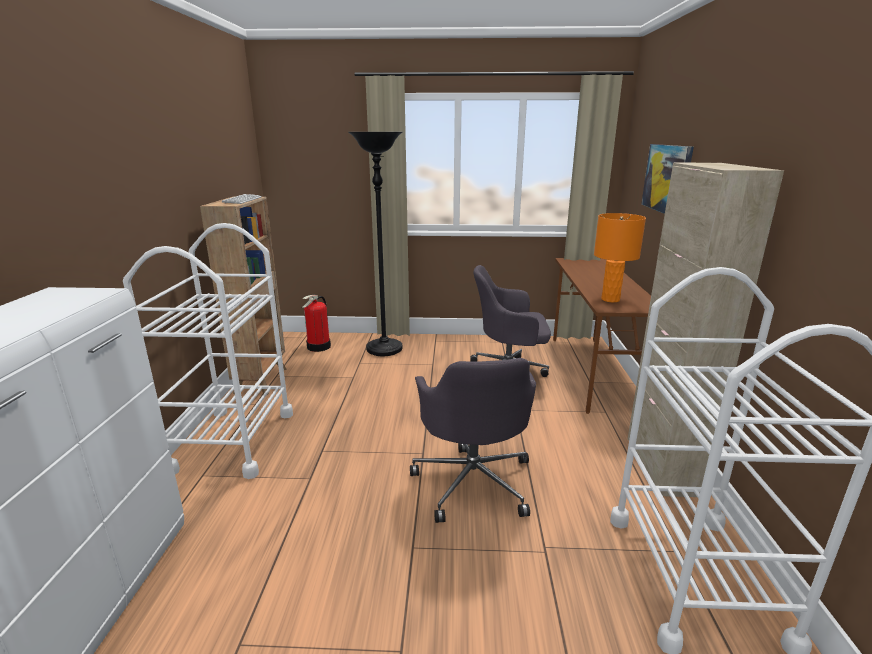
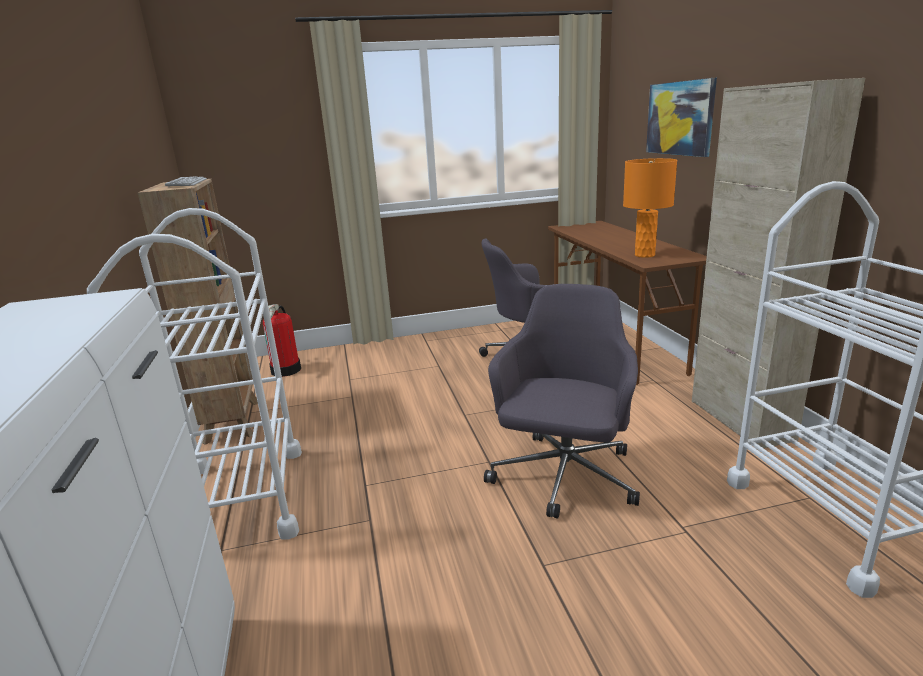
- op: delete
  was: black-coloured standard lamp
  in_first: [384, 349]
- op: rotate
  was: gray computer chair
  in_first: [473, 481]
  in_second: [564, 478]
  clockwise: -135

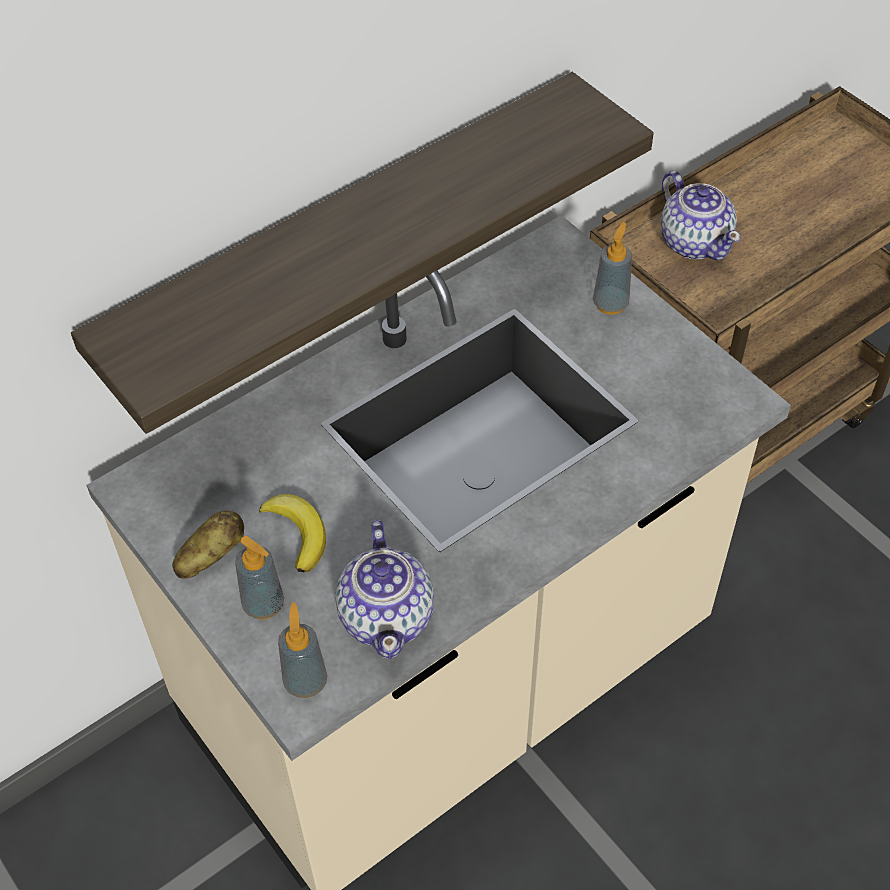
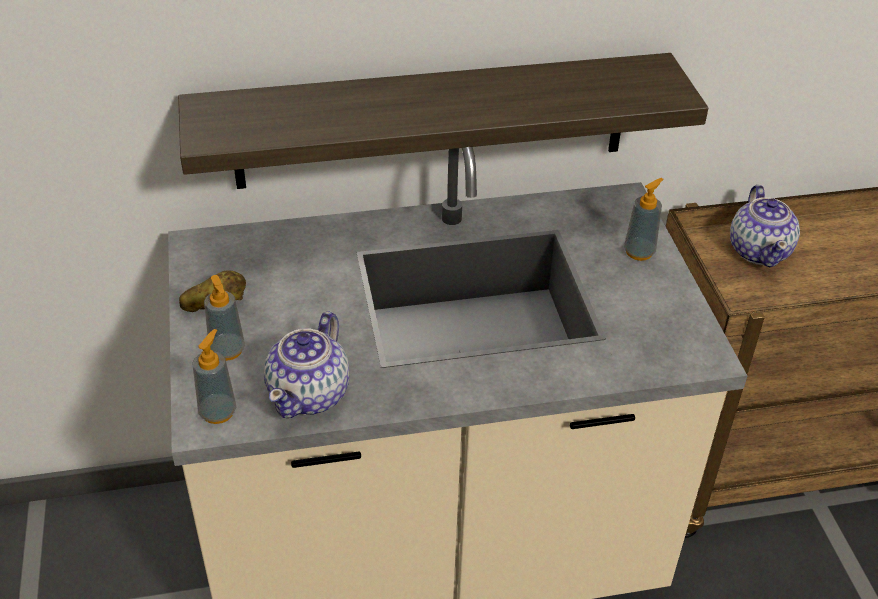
- op: delete
  was: whole banana
  in_first: [297, 533]

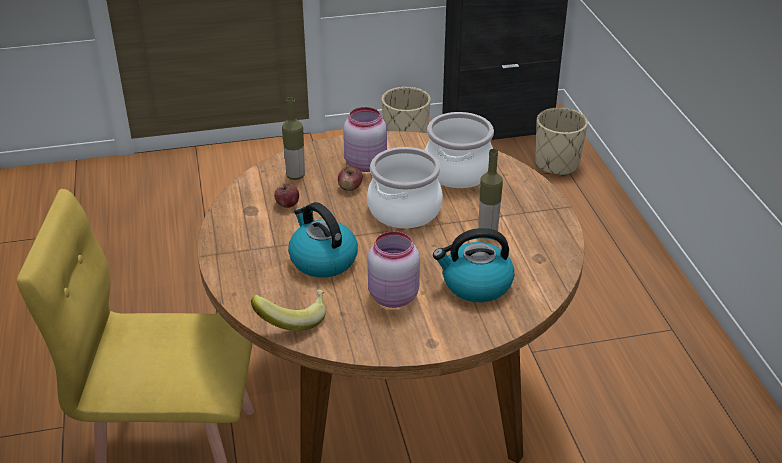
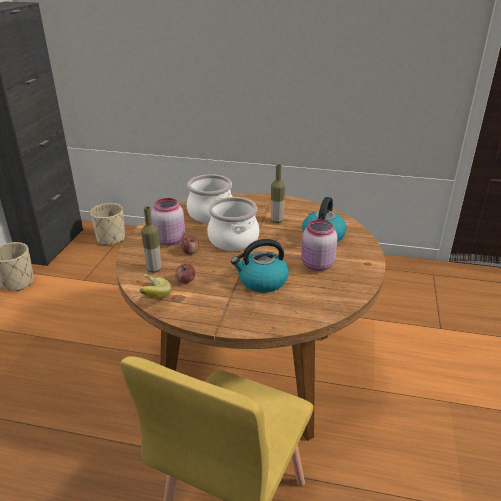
- op: move
  was: whole banana
  in_first: [292, 318]
  in_second: [151, 296]

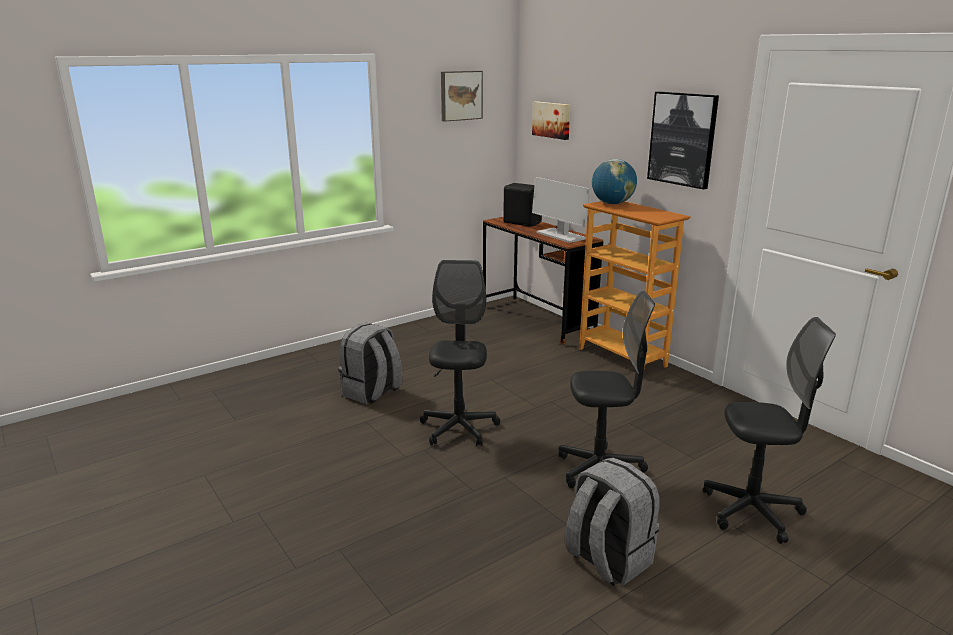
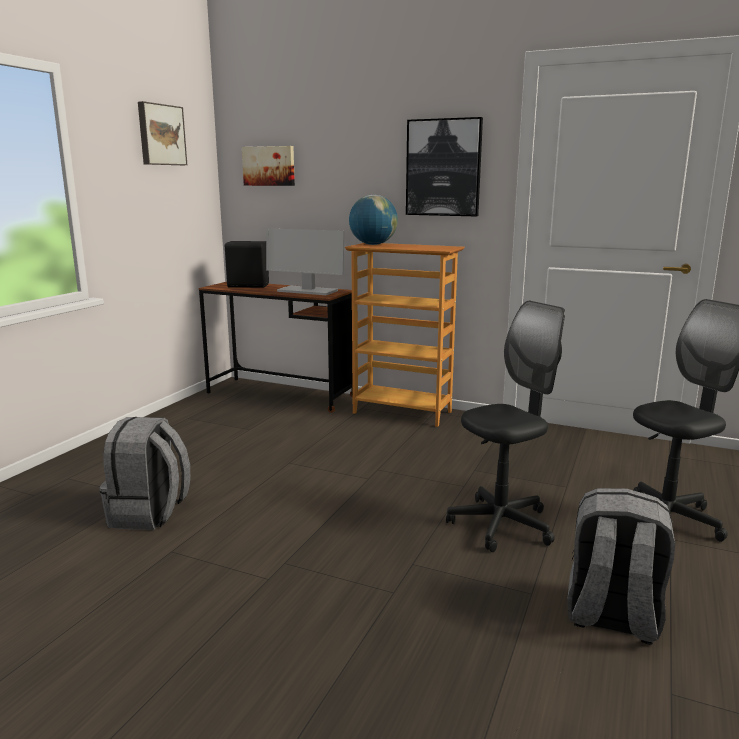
- op: delete
  was: black-coloured computer chair
  in_first: [459, 428]

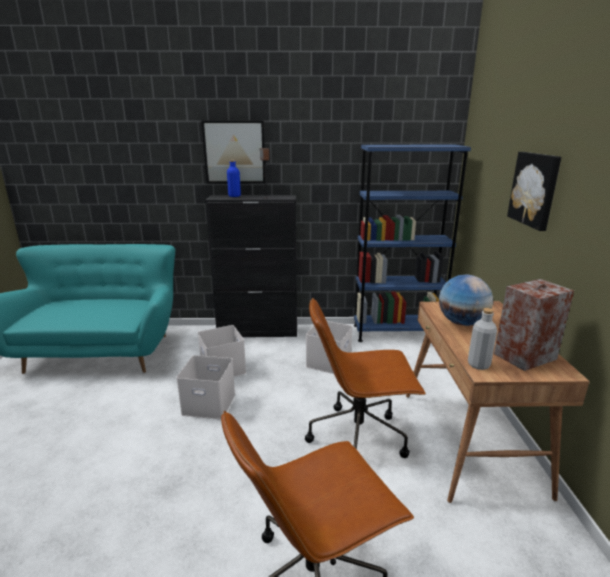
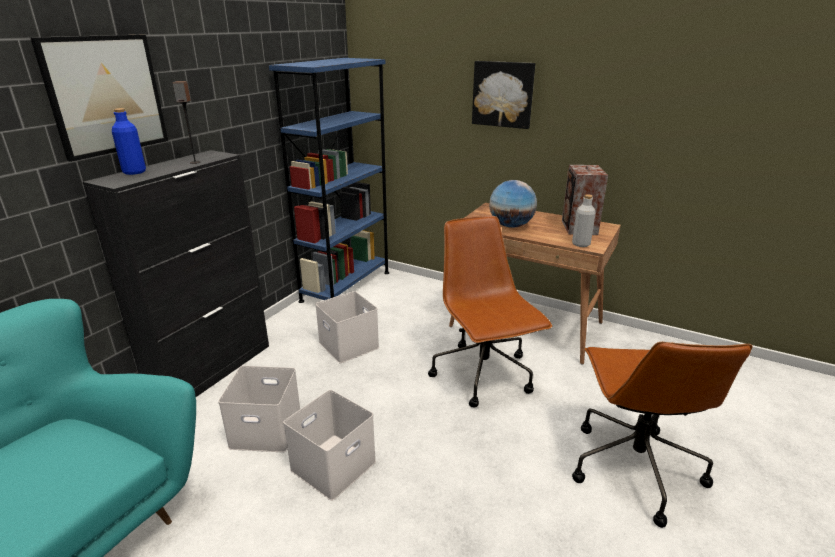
- op: rotate
  was: brown-coloured computer chair
  in_first: [359, 438]
  in_second: [483, 375]
  clockwise: 135

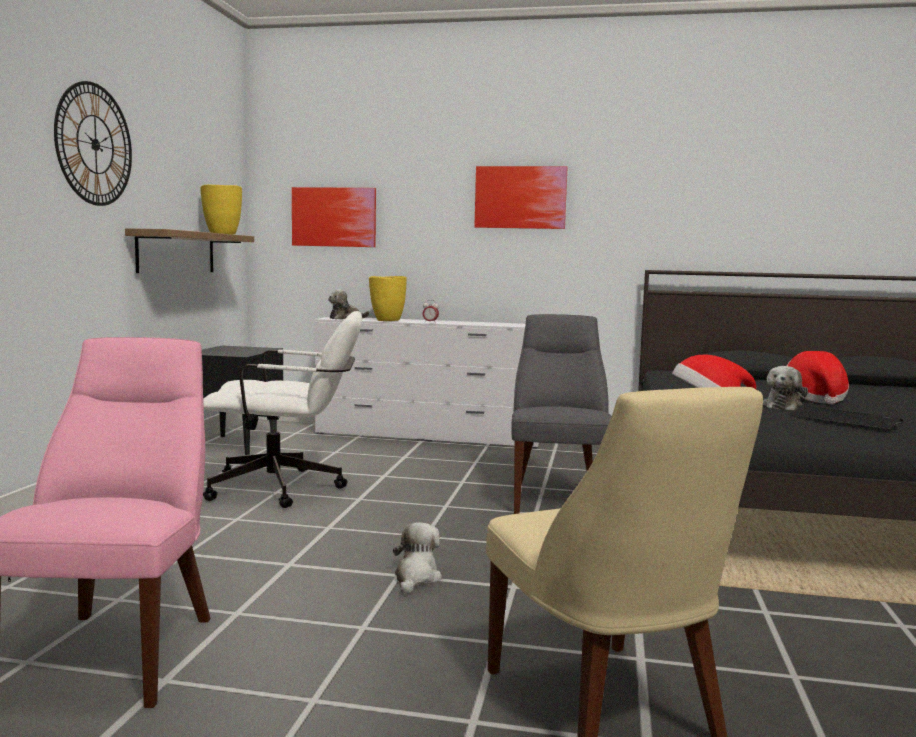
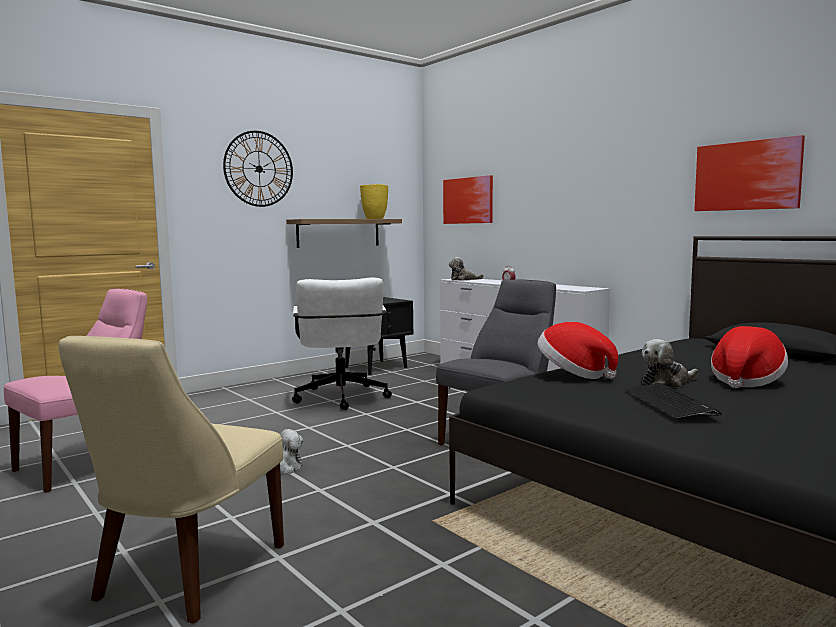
- op: delete
  was: yellowish decorative vase
  in_first: [387, 320]
- op: move
  was: wall art
  in_first: [520, 197]
  in_second: [747, 176]
- op: rotate
  was: white computer chair
  in_first: [288, 489]
  in_second: [341, 400]
  clockwise: 45

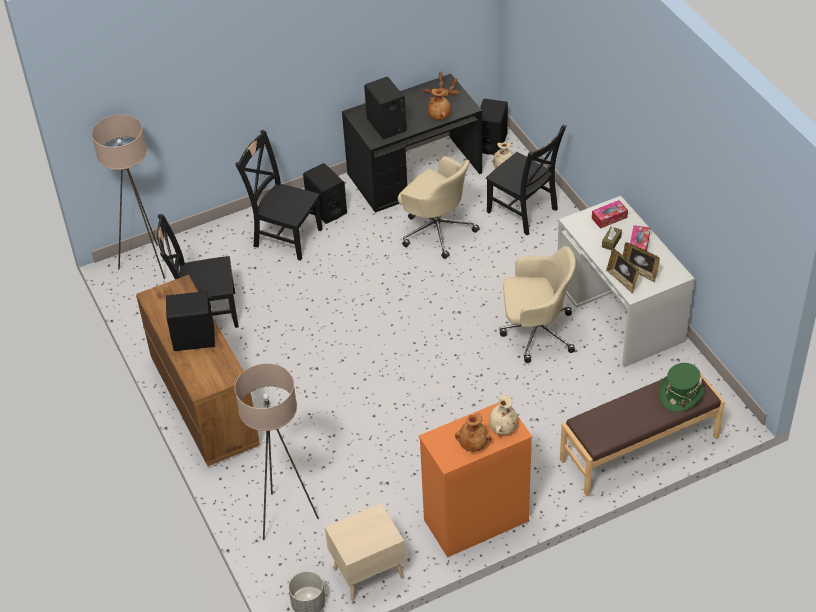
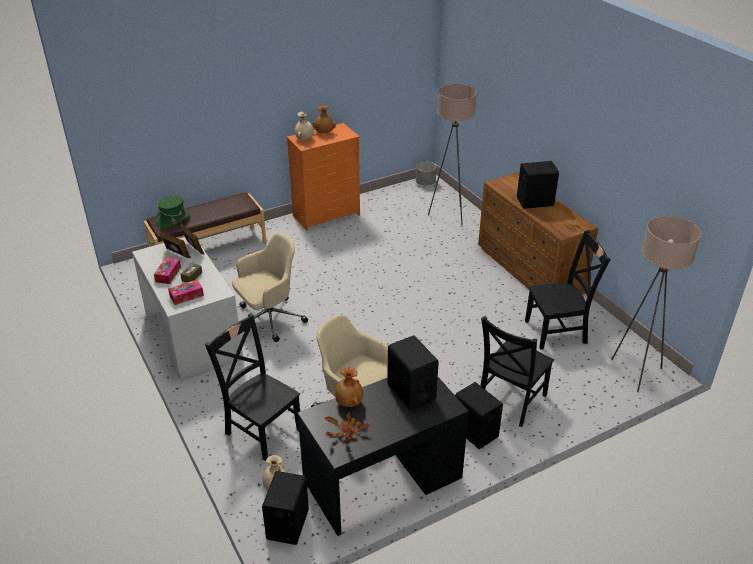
- op: delete
  was: beige-coloured night table
  in_first: [367, 572]
- op: rotate
  was: black-coloured plain chair
  in_first: [285, 236]
  in_second: [510, 401]
  clockwise: 105
- op: rotate
  was: beige-coloured computer chair
  in_first: [536, 332]
  in_second: [269, 319]
  clockwise: 150

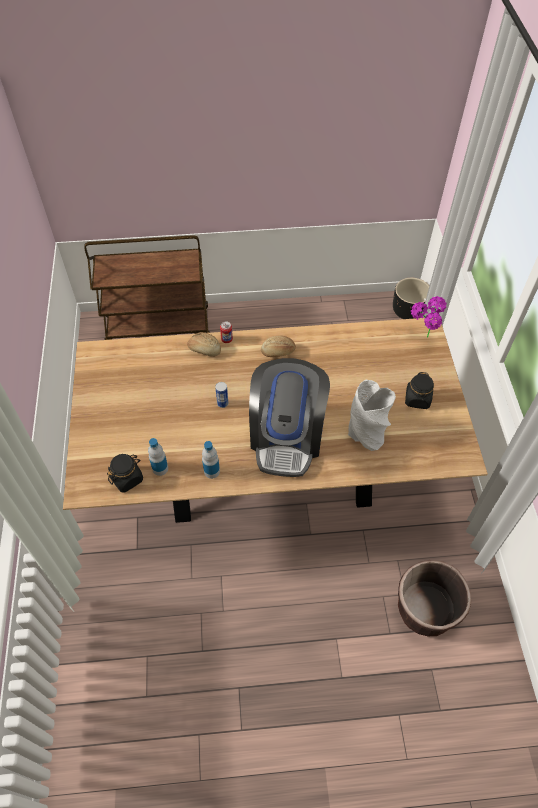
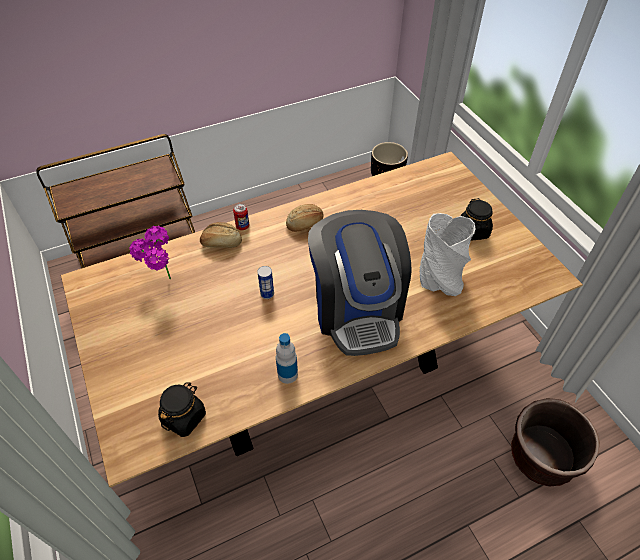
- op: delete
  was: drink bottle
  in_first: [160, 468]
- op: move
  was: potted plant
  in_first: [422, 340]
  in_second: [163, 284]

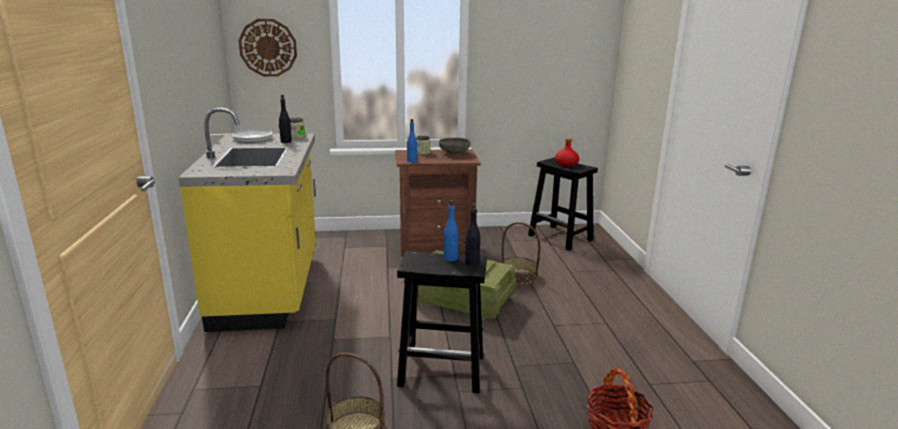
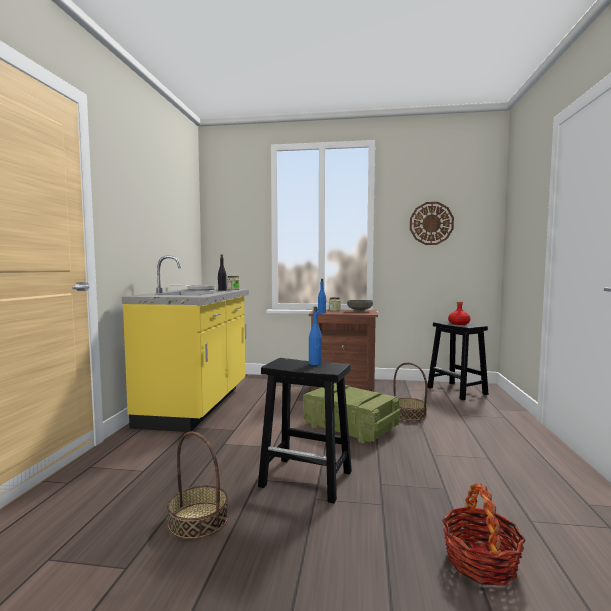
- op: delete
  was: black-coloured drink bottle
  in_first: [471, 263]
- op: move
  was: wall clock
  in_first: [268, 47]
  in_second: [431, 223]

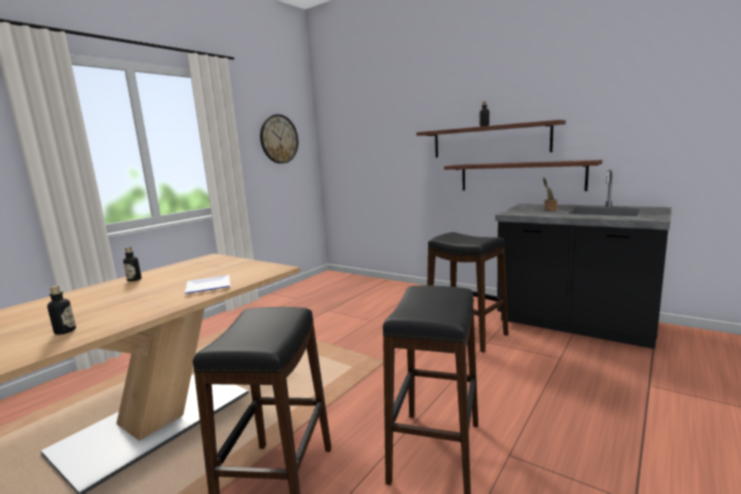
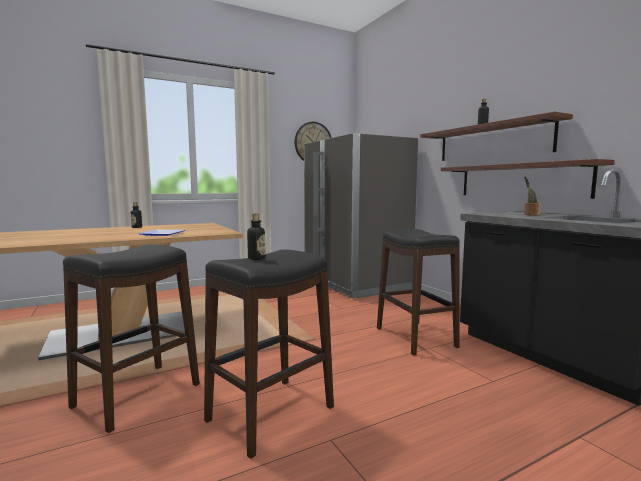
- op: insert
  now: gray refrigerator
  in_second: [355, 283]
- op: move
  was: drink bottle
  in_first: [65, 331]
  in_second: [256, 258]

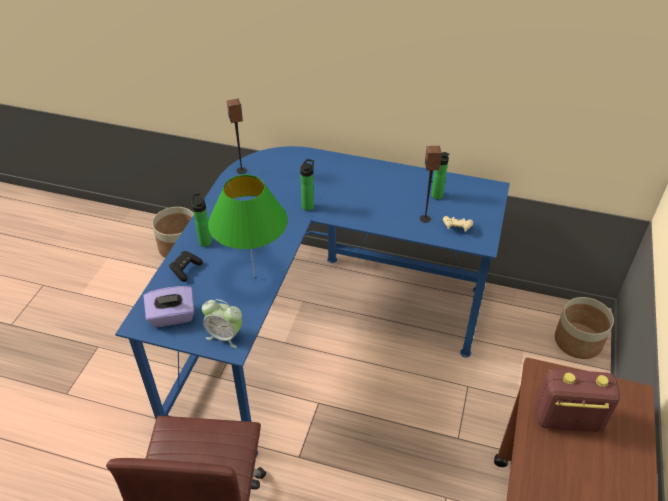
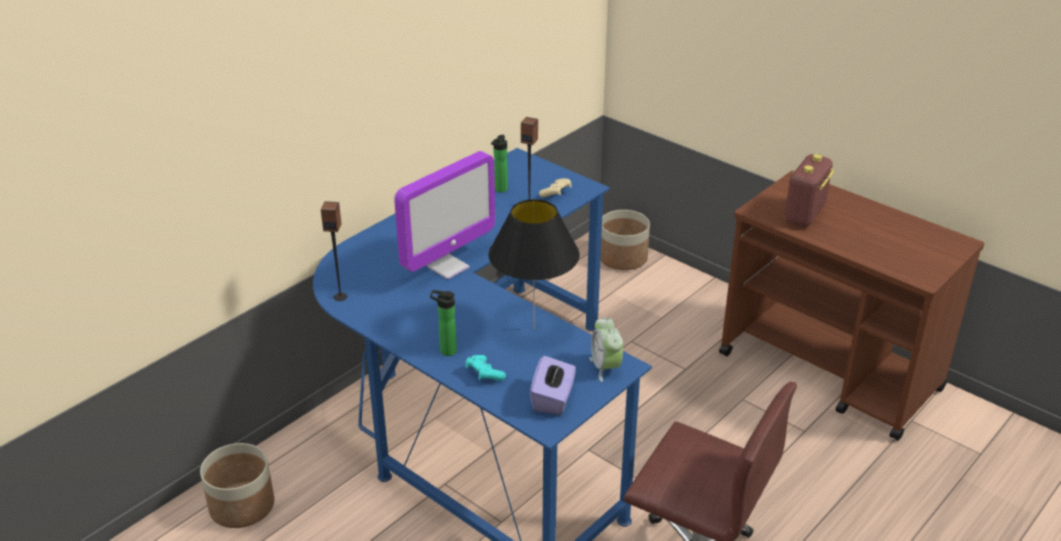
- op: replace
  was: drink bottle
  now: computer screen
  in_first: [308, 205]
  in_second: [447, 267]
- op: recolor
  was: black-coloured joypad
  now: turquoise joypad
  in_first: [185, 270]
  in_second: [484, 374]
- op: recolor
  was: greenish table lamp
  now: black-coloured table lamp
  in_first: [254, 277]
  in_second: [533, 329]
- op: rotate
  was: bedside clock
  in_first: [225, 336]
  in_second: [605, 367]
  clockwise: 120

